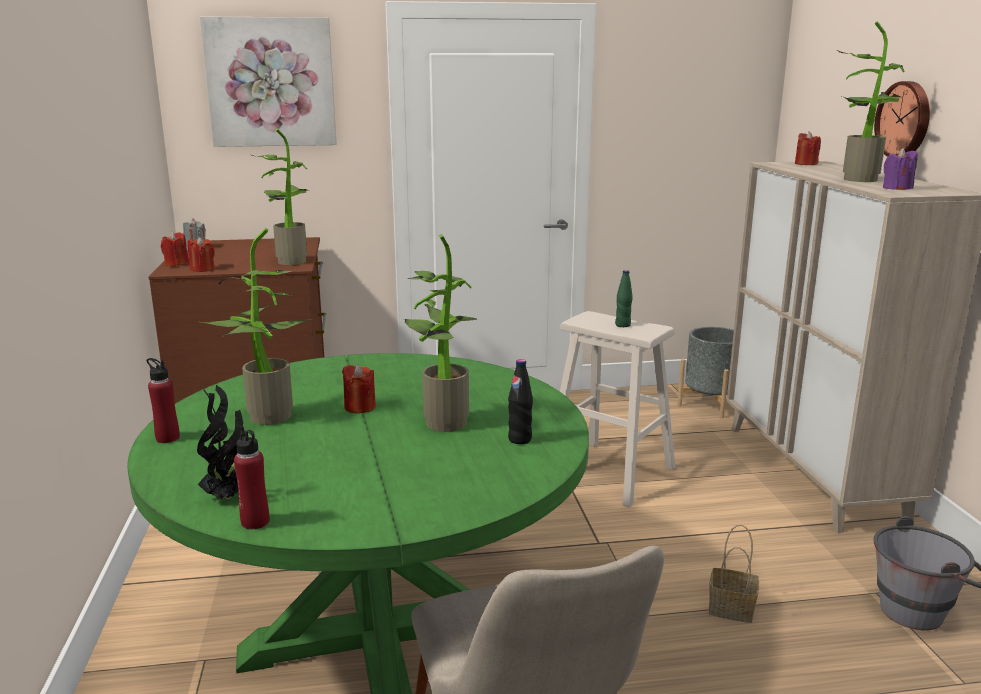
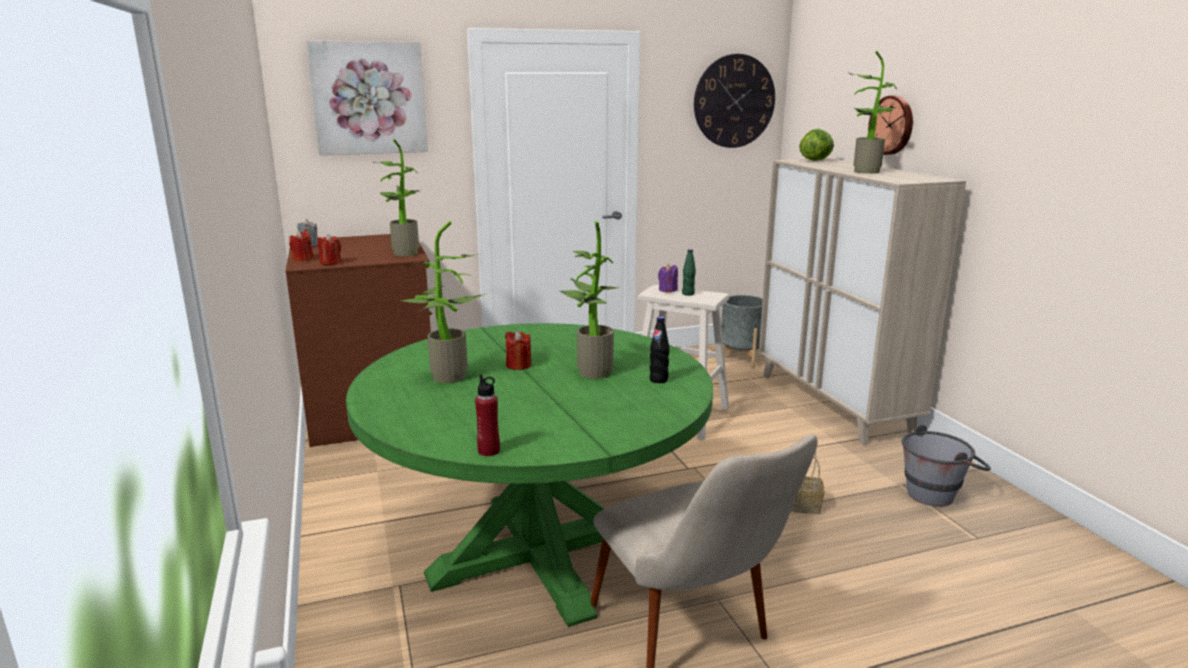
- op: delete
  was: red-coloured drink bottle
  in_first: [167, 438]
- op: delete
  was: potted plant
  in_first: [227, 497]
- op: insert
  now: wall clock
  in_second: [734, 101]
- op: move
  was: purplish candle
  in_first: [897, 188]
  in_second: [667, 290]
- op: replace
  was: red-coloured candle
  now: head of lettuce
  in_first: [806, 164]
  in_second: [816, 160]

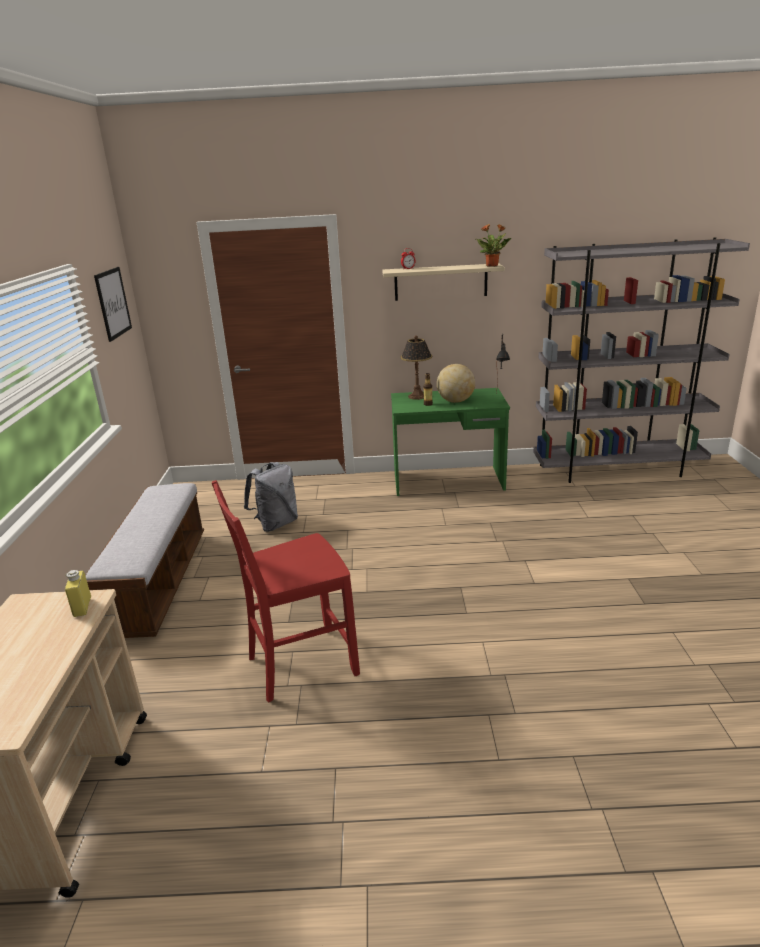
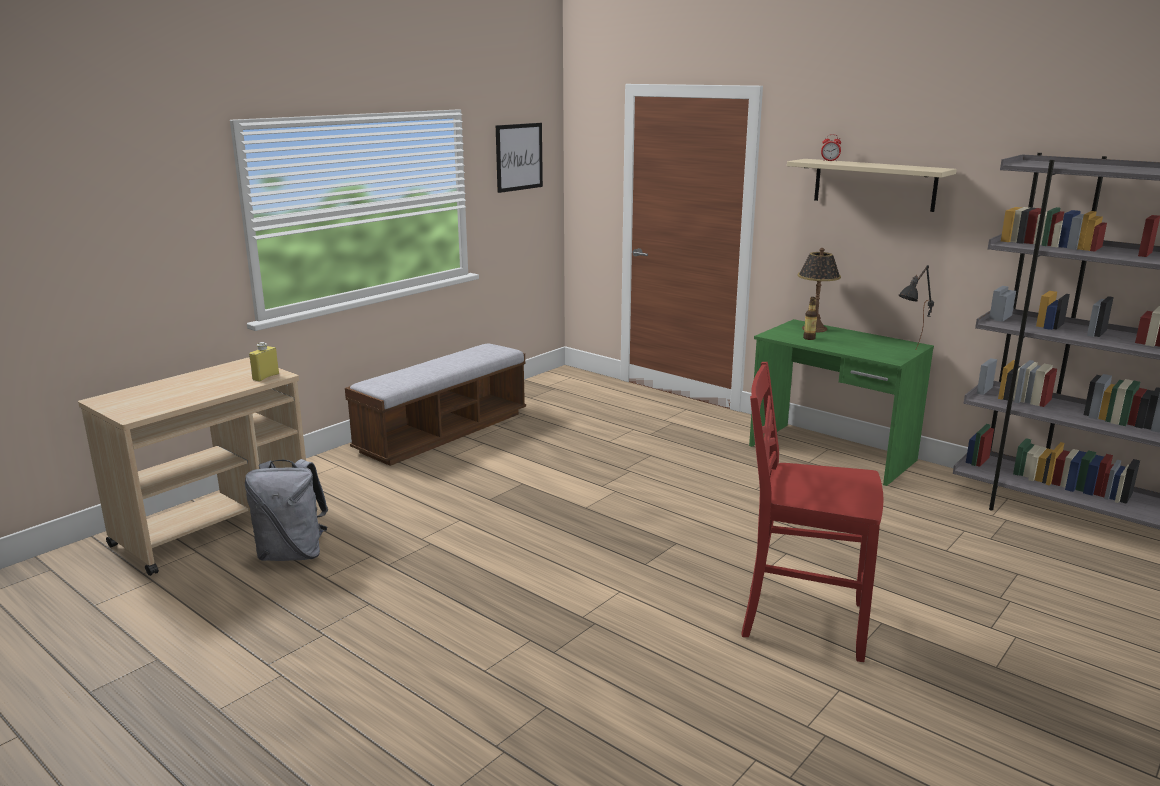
- op: delete
  was: desk globe
  in_first: [455, 401]
- op: delete
  was: potted plant
  in_first: [492, 265]
- op: move
  was: red-coloured plain chair
  in_first: [299, 665]
  in_second: [800, 620]
- op: move
  was: gray backpack
  in_first: [276, 524]
  in_second: [292, 554]

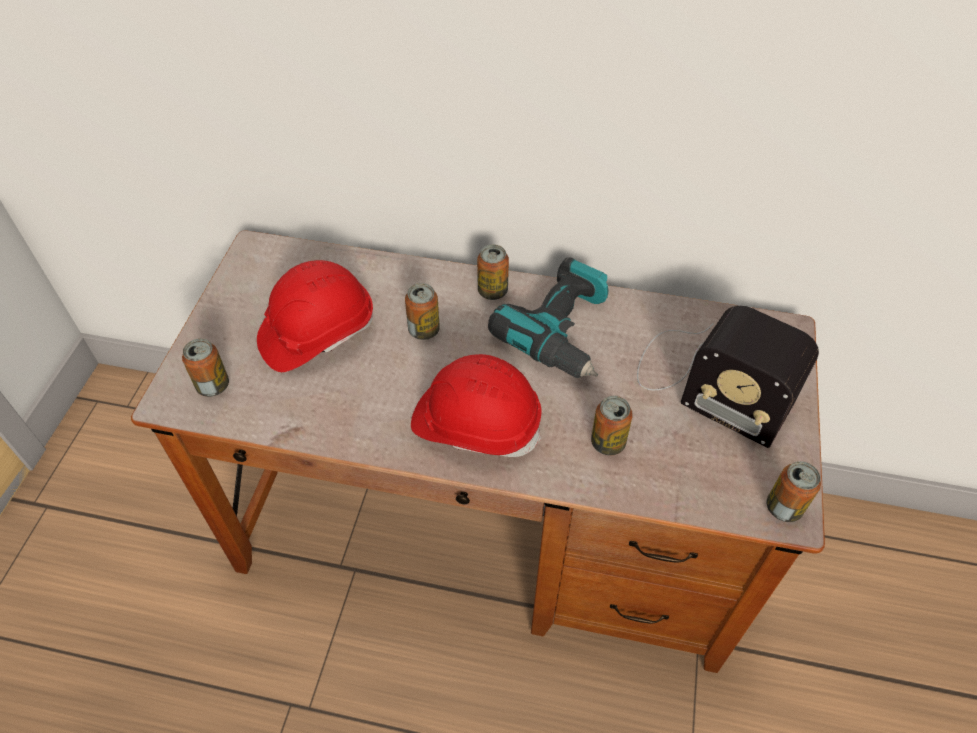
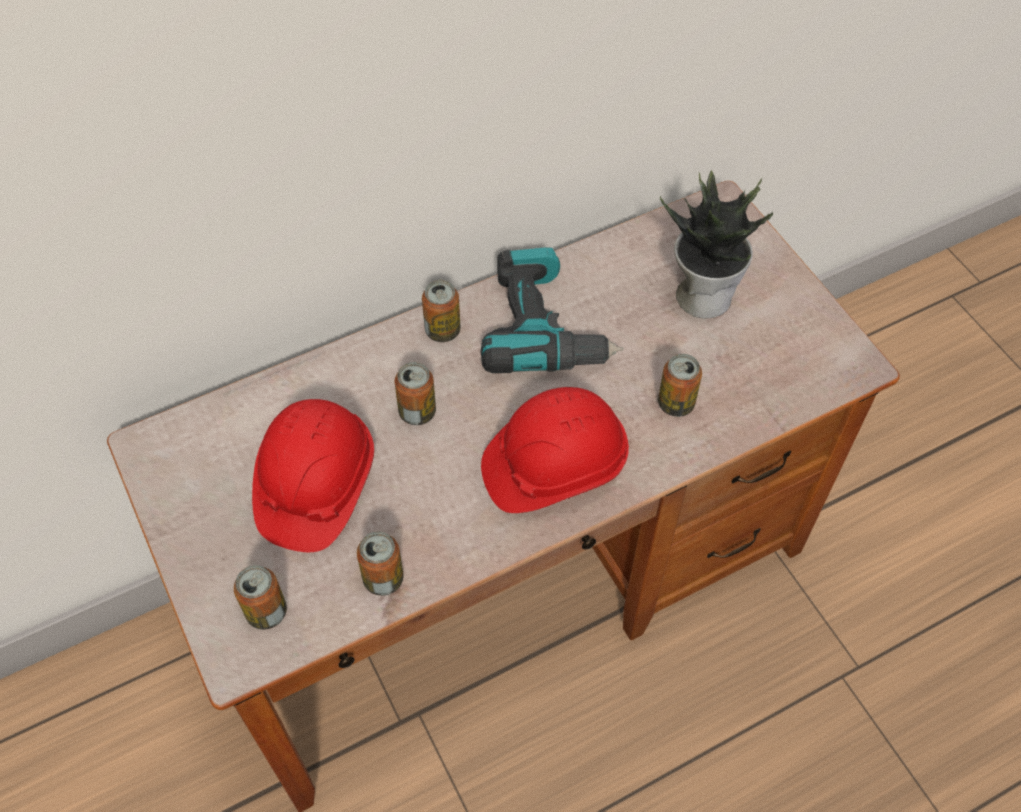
- op: move
  was: sealed can
  in_first: [784, 507]
  in_second: [383, 578]
- op: replace
  was: radio receiver
  now: potted plant
  in_first: [707, 382]
  in_second: [703, 294]

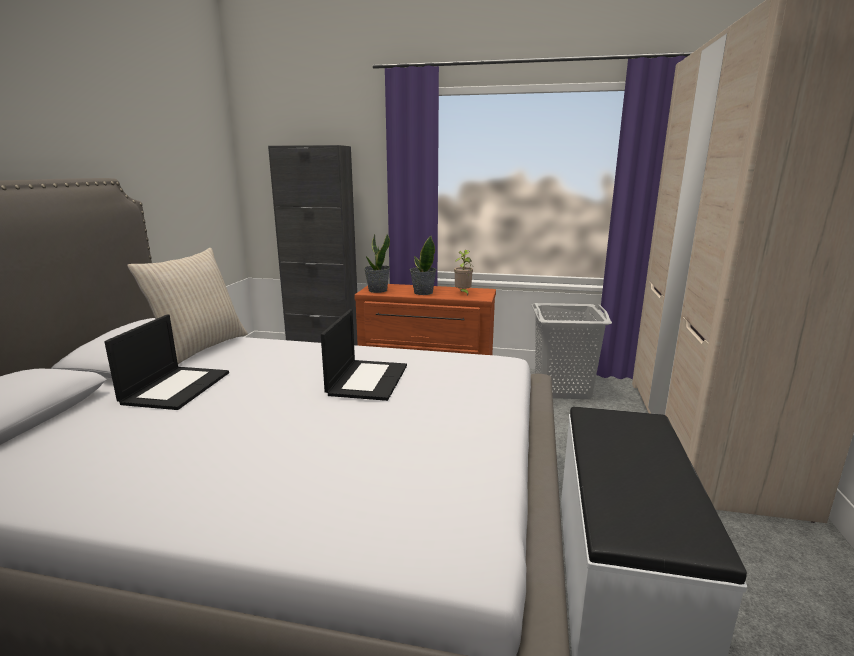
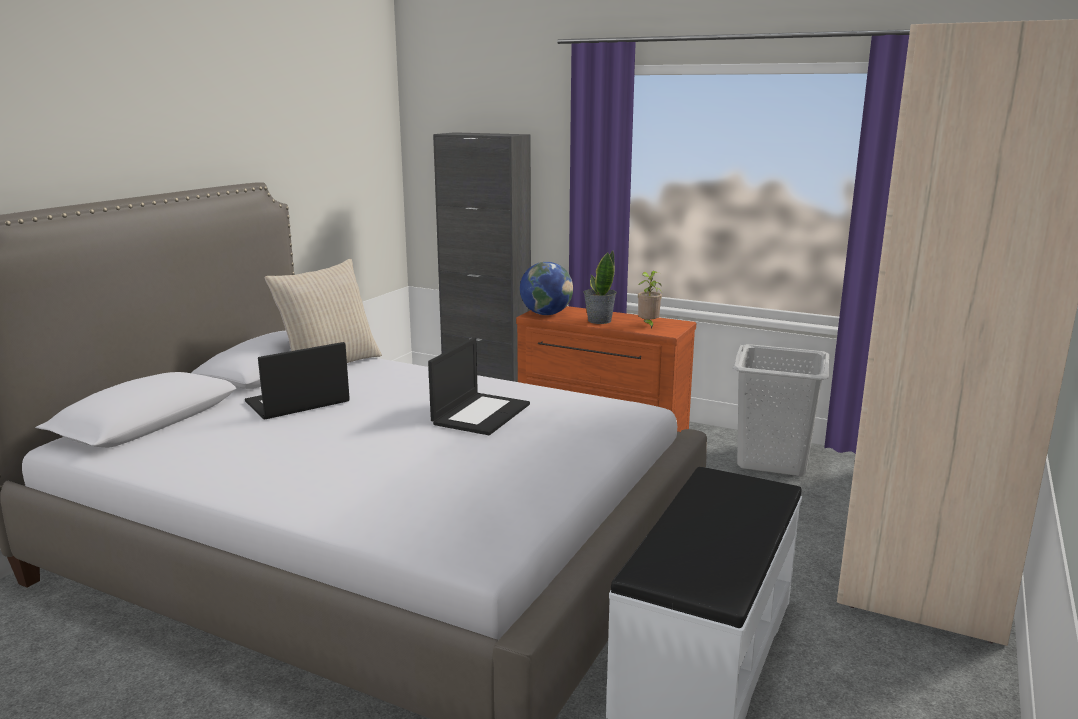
- op: replace
  was: potted plant
  now: desk globe
  in_first: [377, 290]
  in_second: [546, 314]
- op: rotate
  was: portable computer
  in_first: [176, 387]
  in_second: [297, 402]
  clockwise: -150

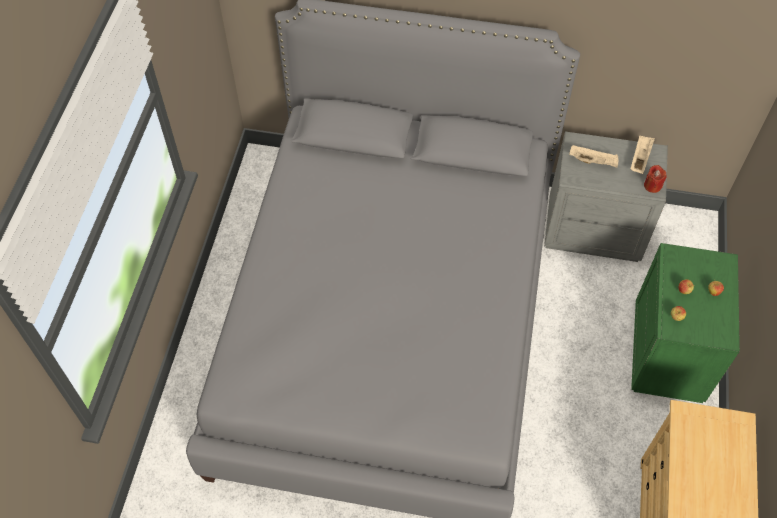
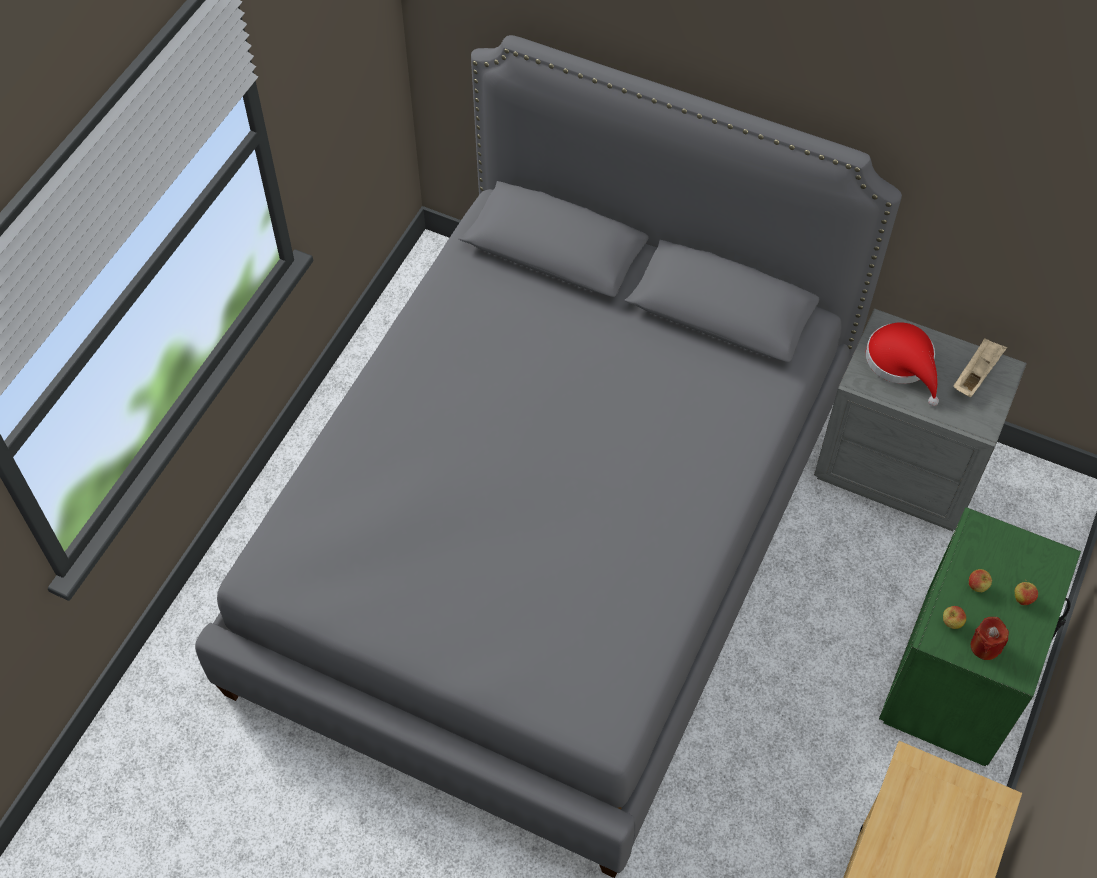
- op: move
  was: red-coloured candle
  in_first: [652, 185]
  in_second: [985, 646]
- op: replace
  was: beige-coloured carrying tray
  now: red-coloured wearable hat
  in_first: [593, 161]
  in_second: [902, 363]

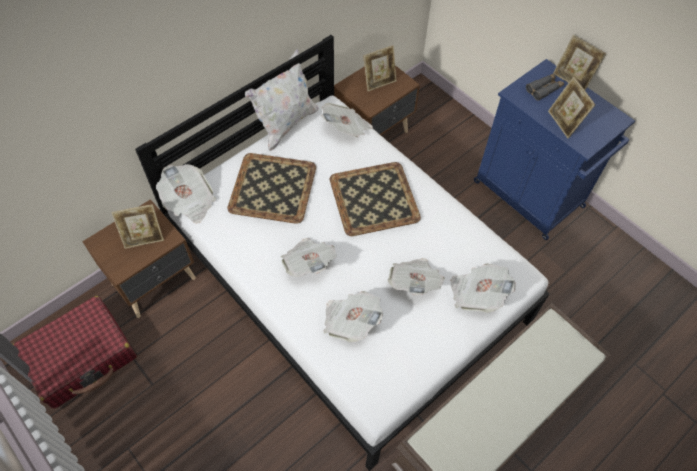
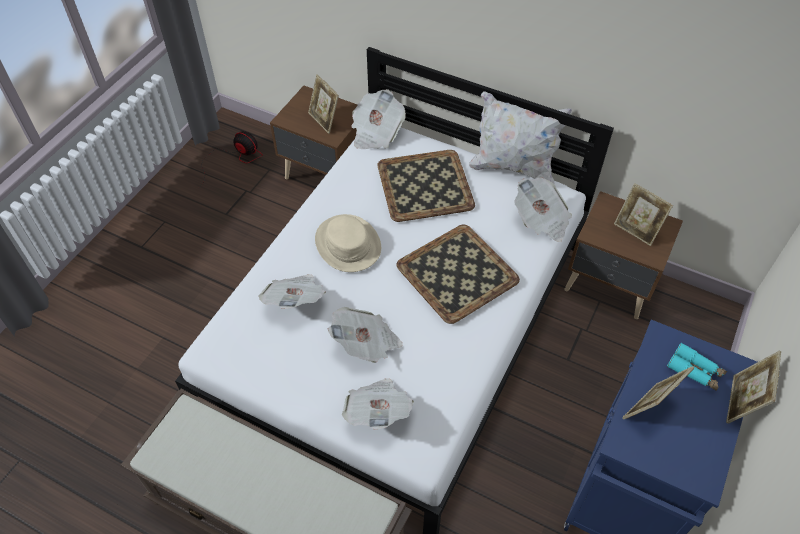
- op: replace
  was: red-coloured piece of luggage
  now: fan
  in_first: [82, 357]
  in_second: [234, 159]
- op: replace
  was: daily paper
  now: beige-coloured wearable hat
  in_first: [308, 263]
  in_second: [348, 244]
- op: recolor
  was: gray binoculars
  now: turquoise binoculars
  in_first: [544, 89]
  in_second: [695, 371]

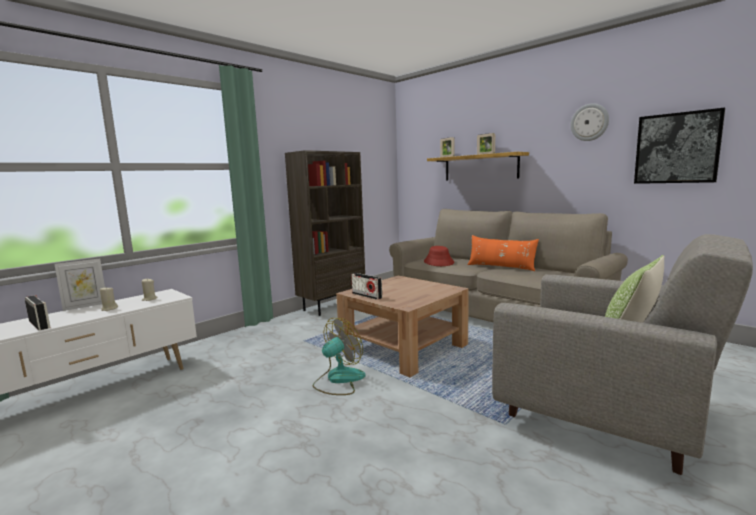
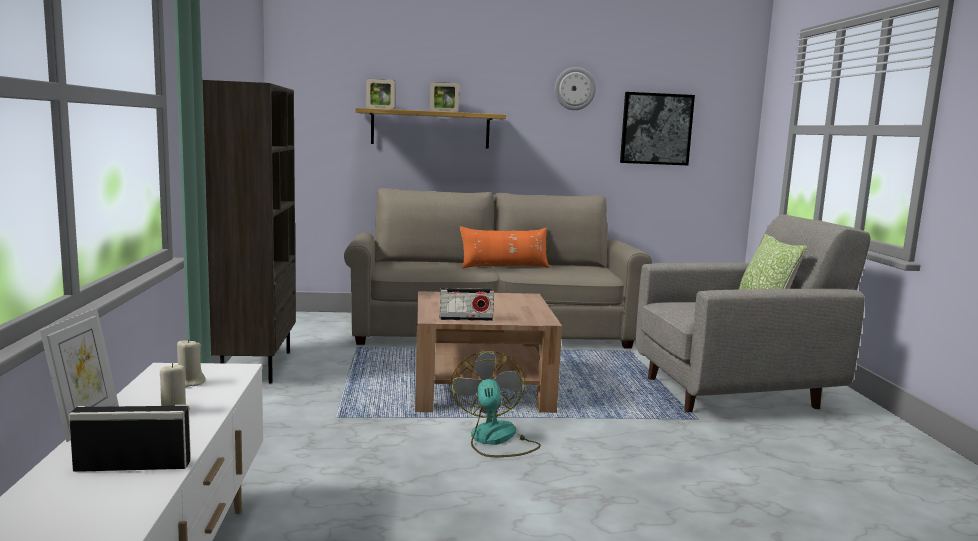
- op: delete
  was: red-coloured wearable hat
  in_first: [439, 262]

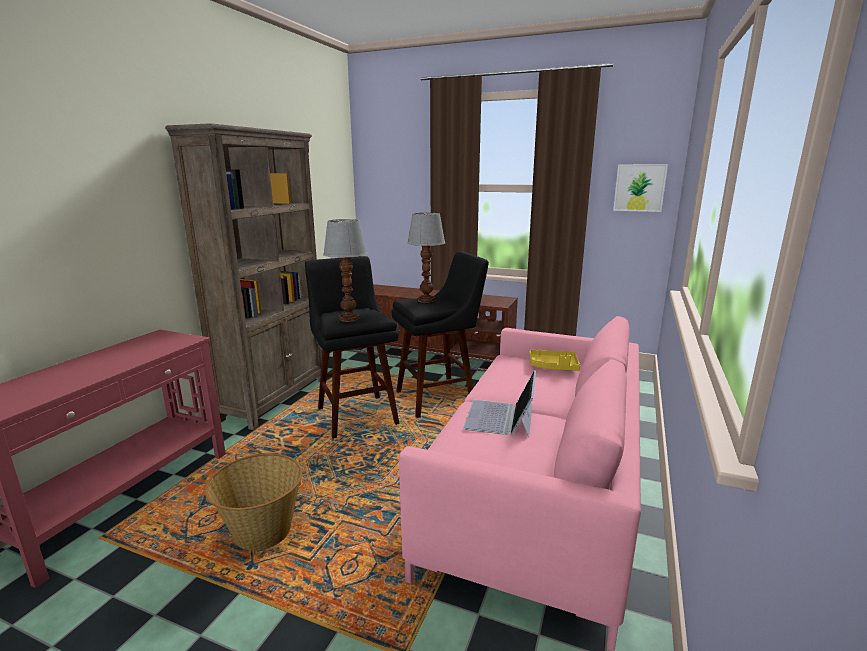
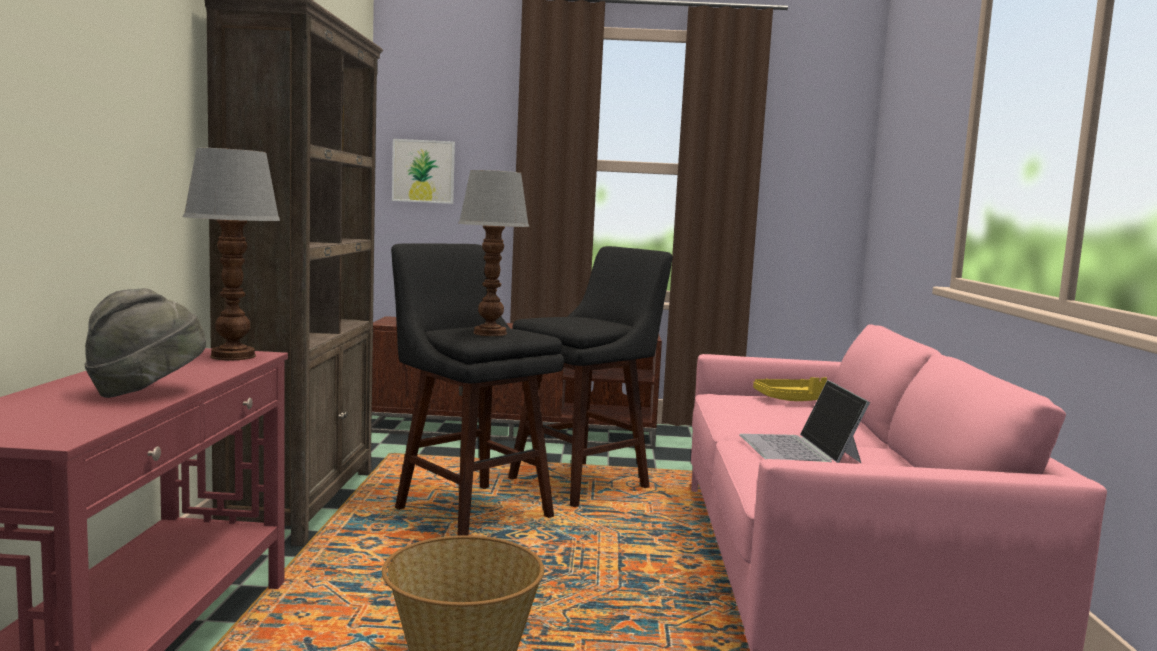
- op: insert
  now: gray wearable hat
  in_second: [146, 392]
- op: move
  was: table lamp
  in_first: [426, 300]
  in_second: [234, 356]
- op: move
  was: wall art
  in_first: [639, 188]
  in_second: [423, 171]

